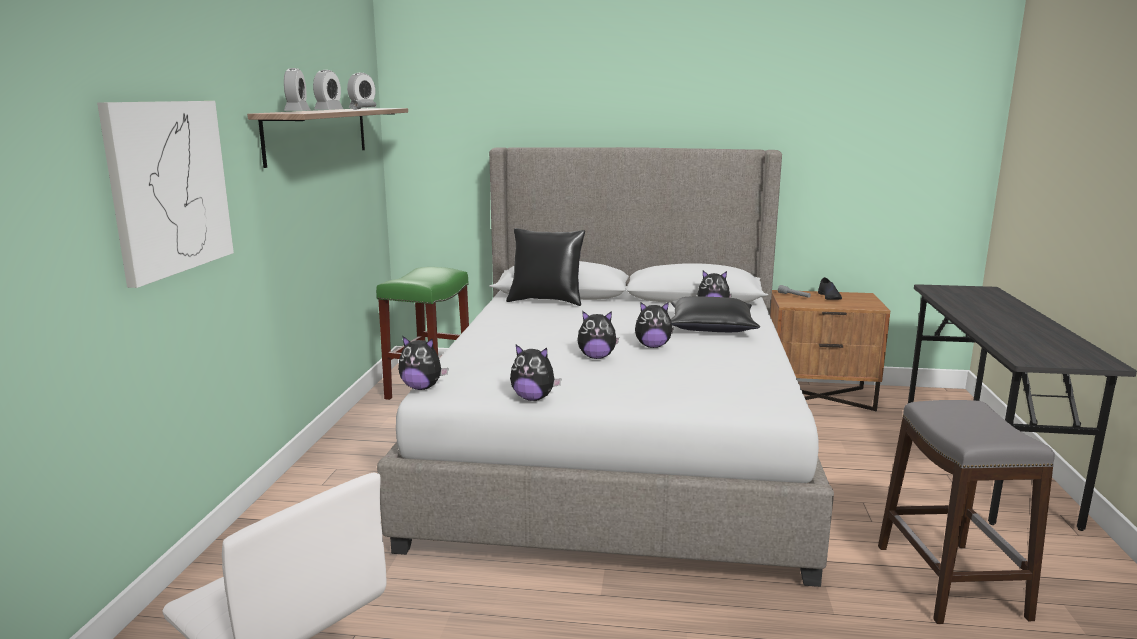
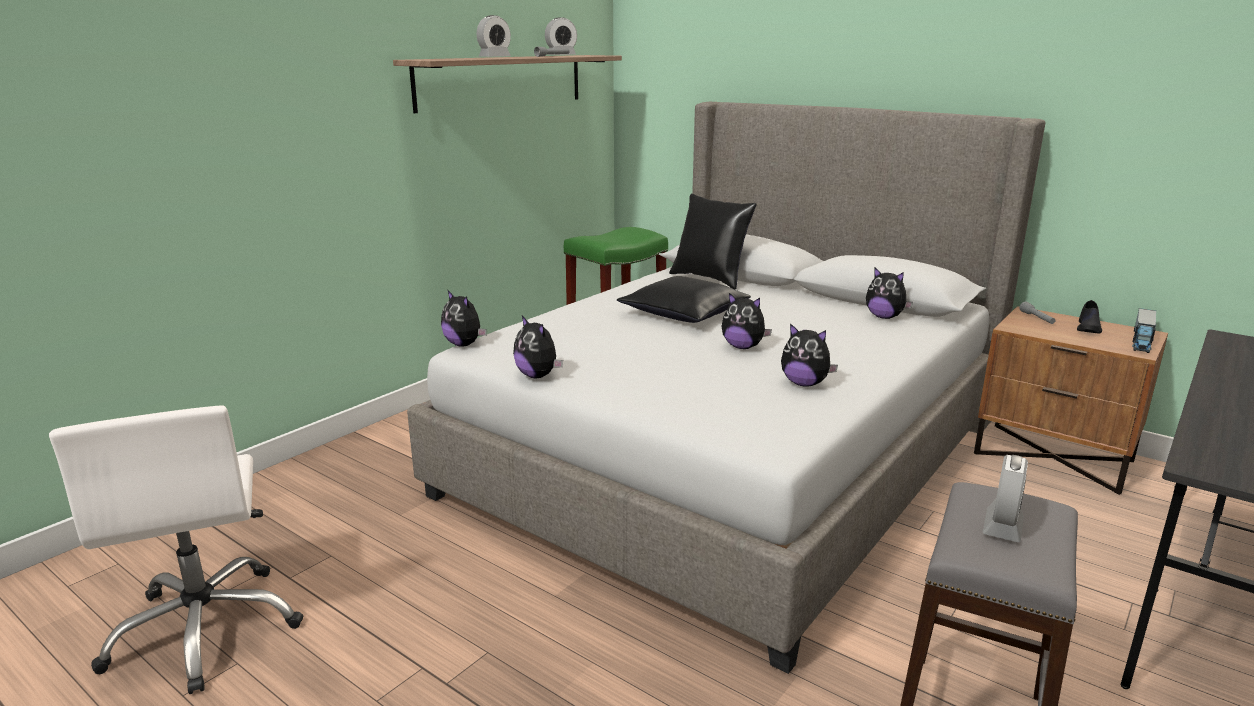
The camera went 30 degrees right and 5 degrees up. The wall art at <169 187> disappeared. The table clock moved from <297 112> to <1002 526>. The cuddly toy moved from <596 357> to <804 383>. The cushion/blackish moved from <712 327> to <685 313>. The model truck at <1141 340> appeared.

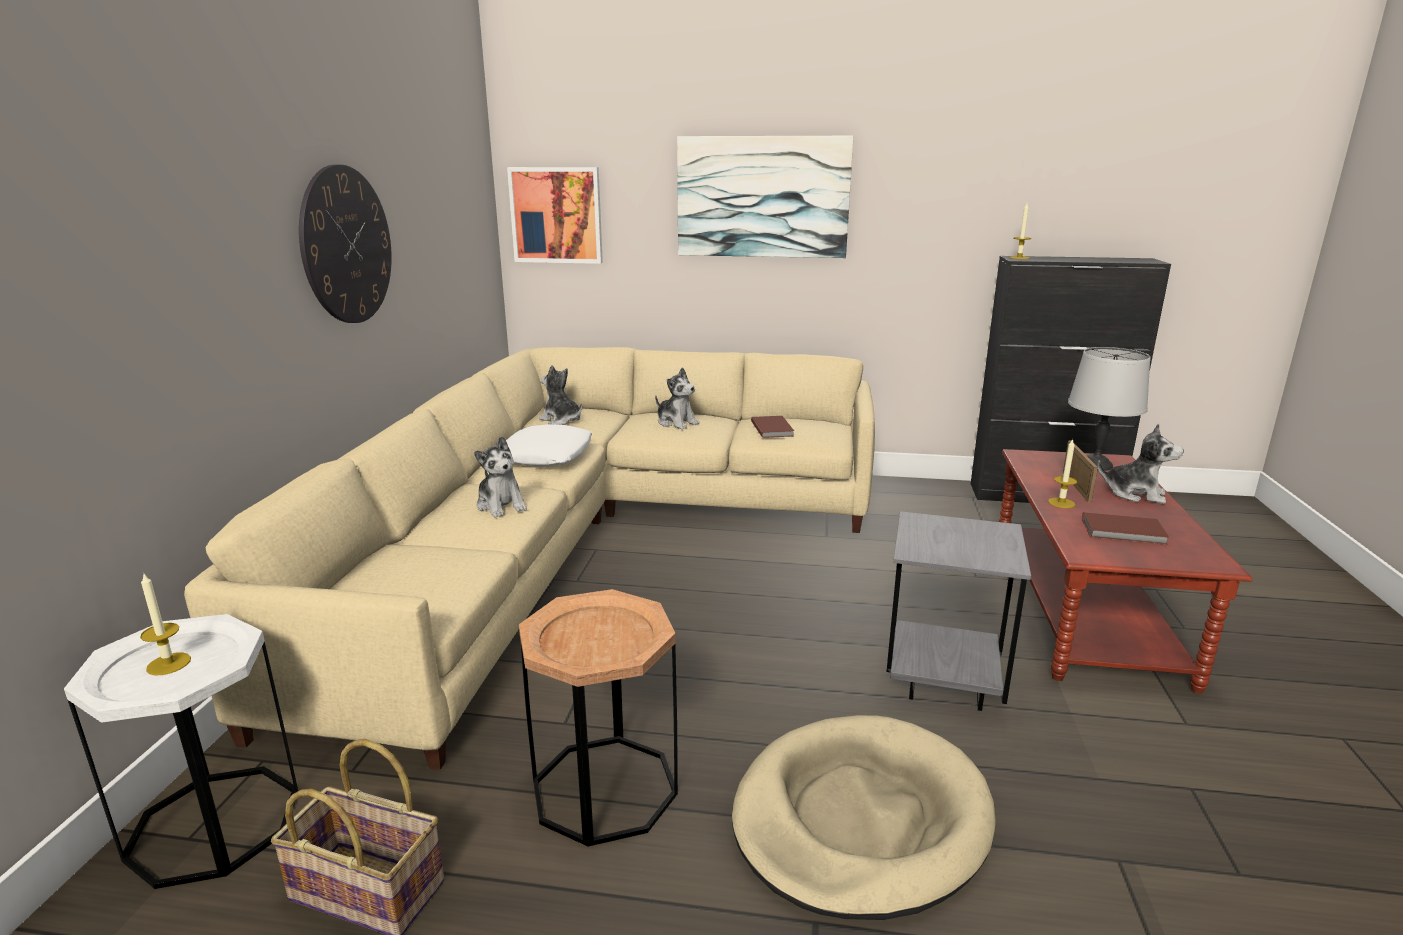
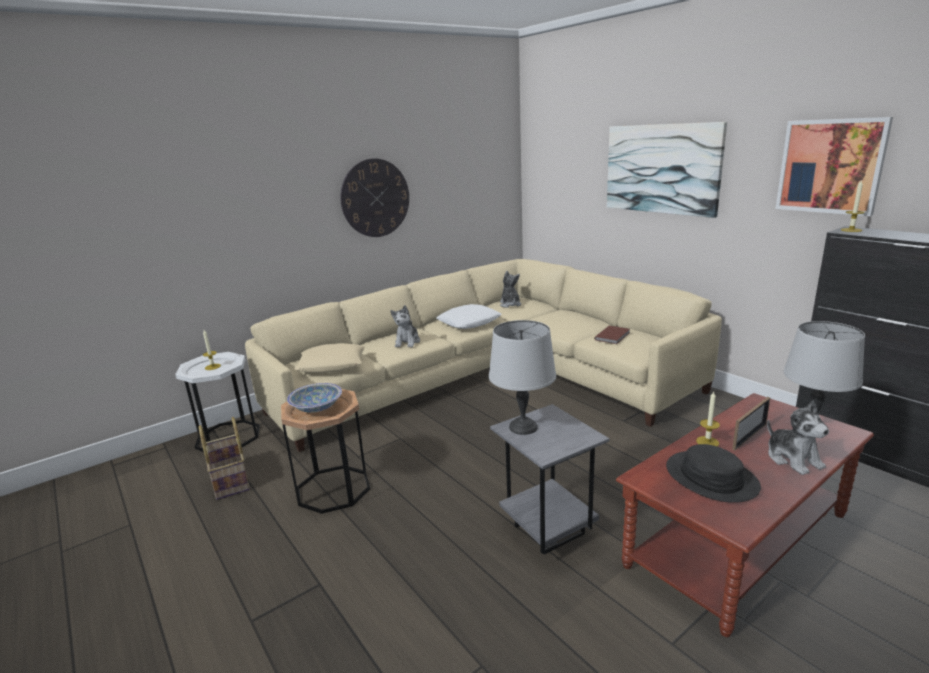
The camera went 45 degrees right and 0 degrees up. The wall art moved from <556 215> to <830 166>. The cuddly toy at <676 422> disappeared. The pet bed/beige-coloured at <860 819> disappeared. The volume/brownish at <1124 532> was replaced by the clothing hat/blackish at <711 478>. The deep dish at <317 407> appeared. The cushion/beige-coloured at <332 364> appeared. The tabletop lamp/gray at <523 427> appeared.

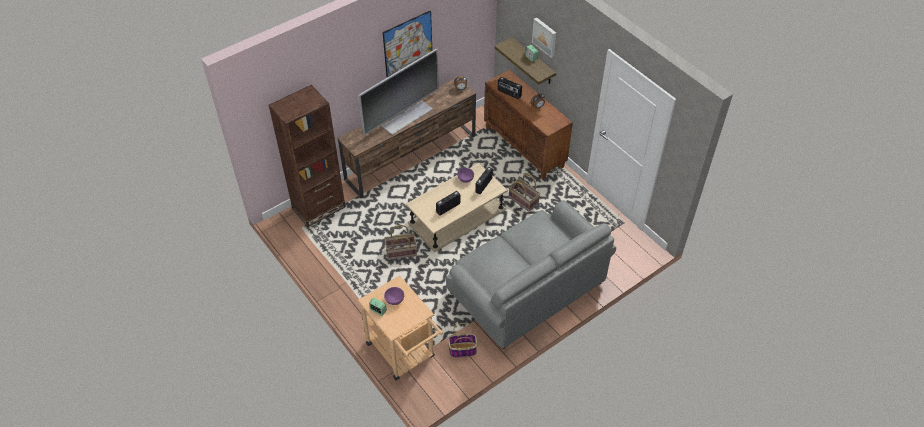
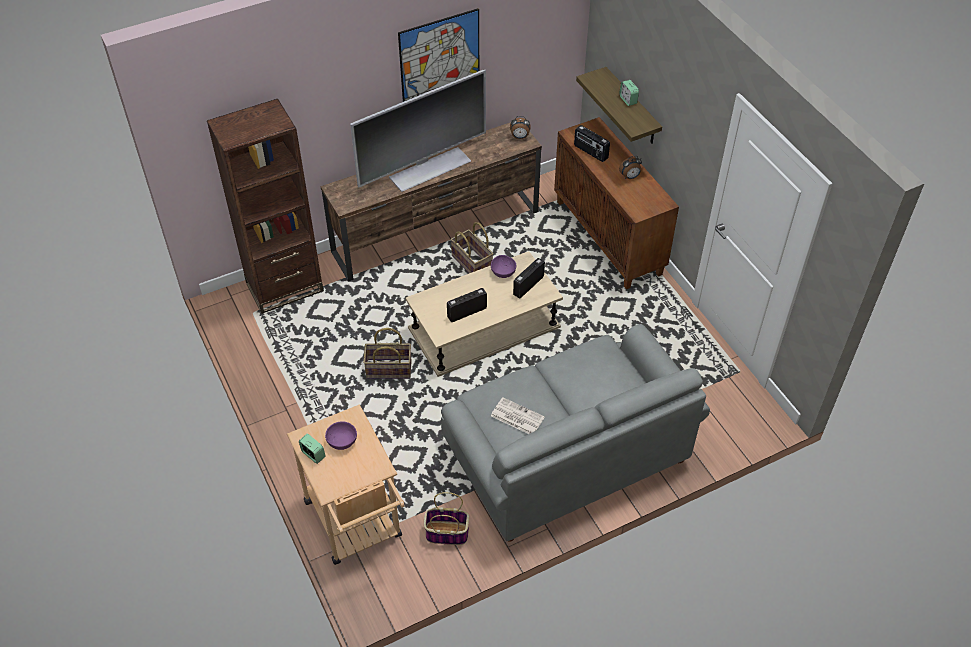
The camera went 10 degrees right and 0 degrees up. The storage basket moved from <524 200> to <472 262>. The wall art at <545 36> disappeared. The printed paper at <516 417> appeared.

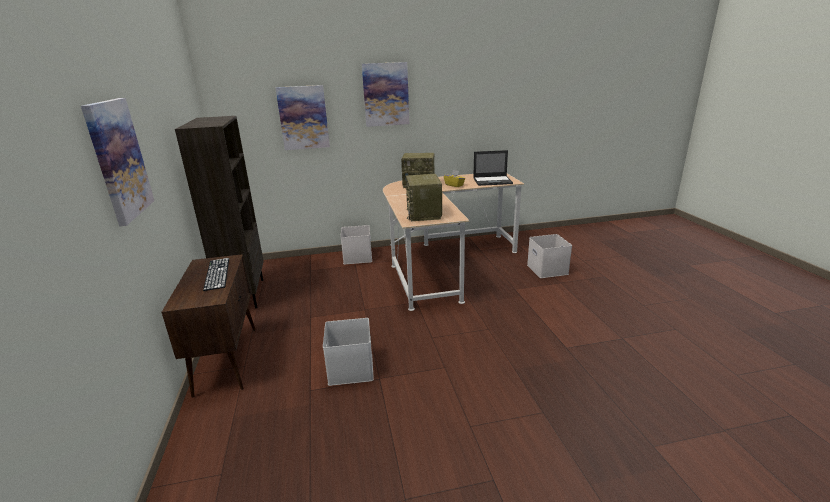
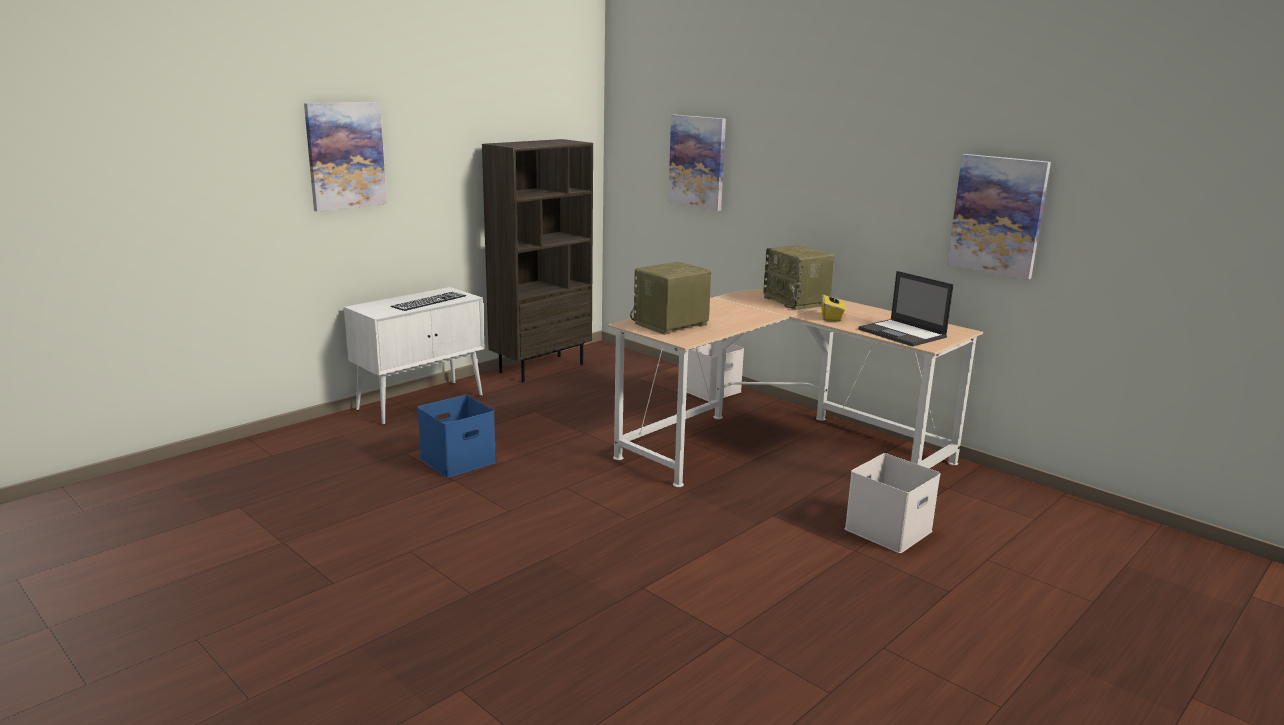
The camera went 55 degrees right and 5 degrees down. The storage cabinet/brownish at <227 359> became the storage cabinet/white-coloured at <421 402>. The storage container/white-coloured at <349 368> became the storage container/blue at <458 460>. The wall art moved from <386 94> to <997 215>.

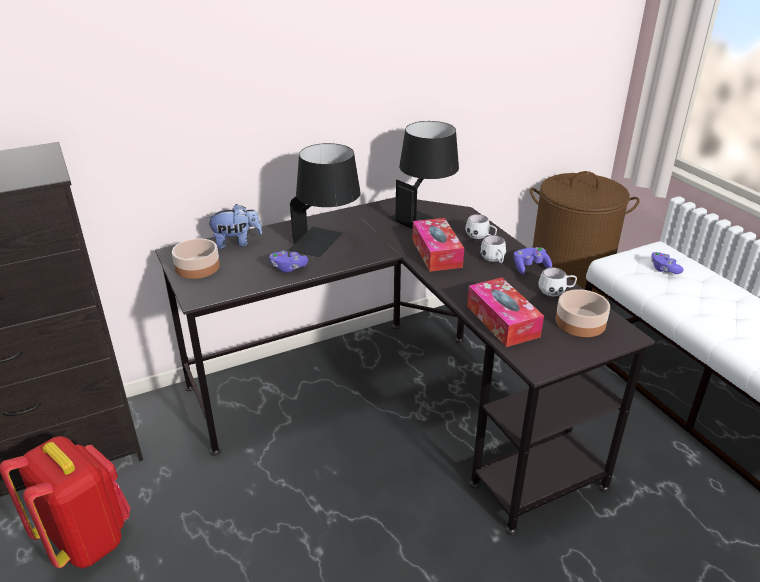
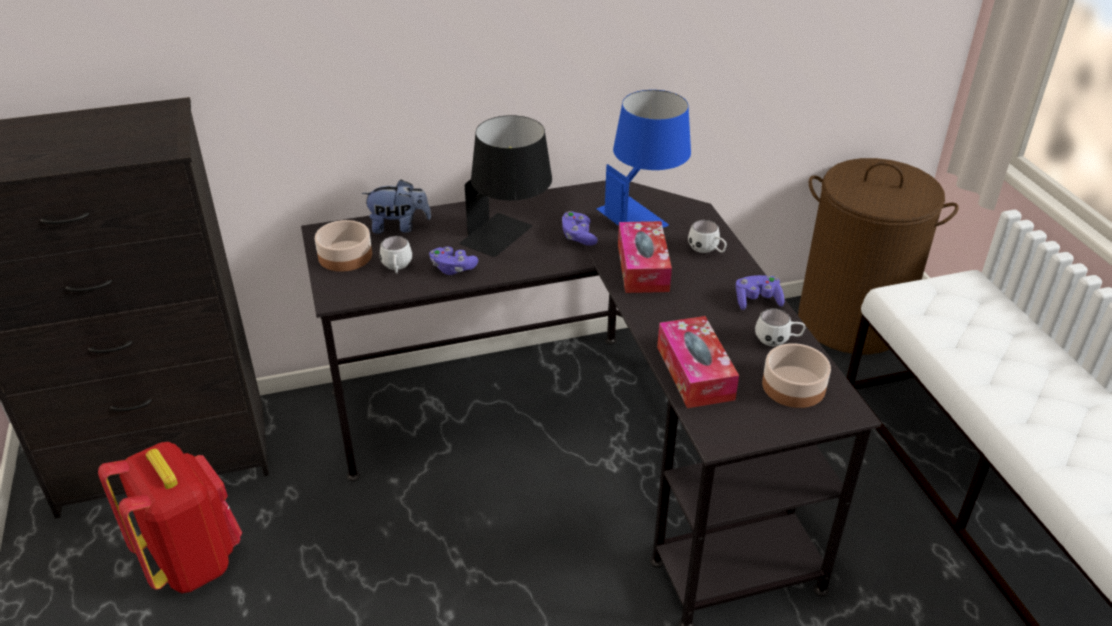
The camera went 10 degrees right and 5 degrees up. The tabletop lamp/blackish at <424 216> became the tabletop lamp/blue at <643 212>. The coffee mug/white-coloured moved from <494 261> to <397 268>. The joypad/purple-coloured moved from <663 269> to <578 237>.

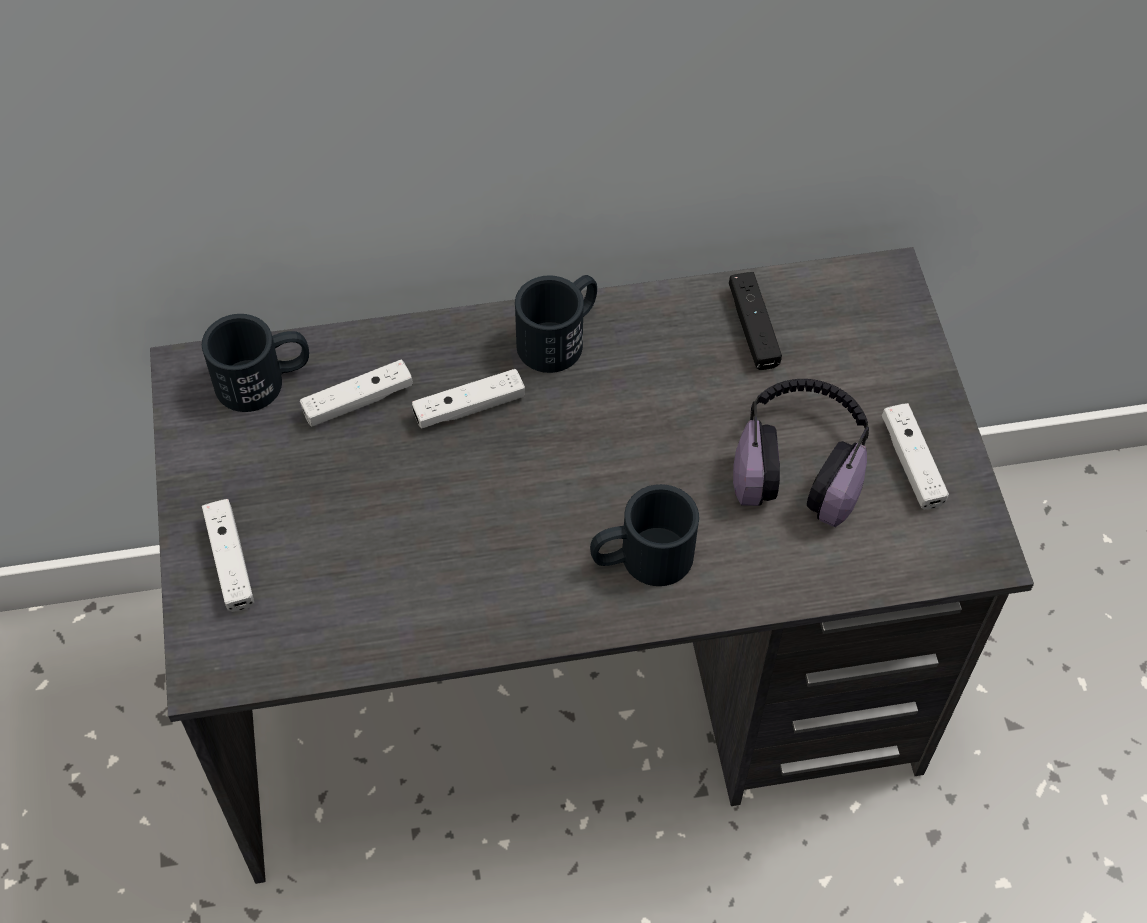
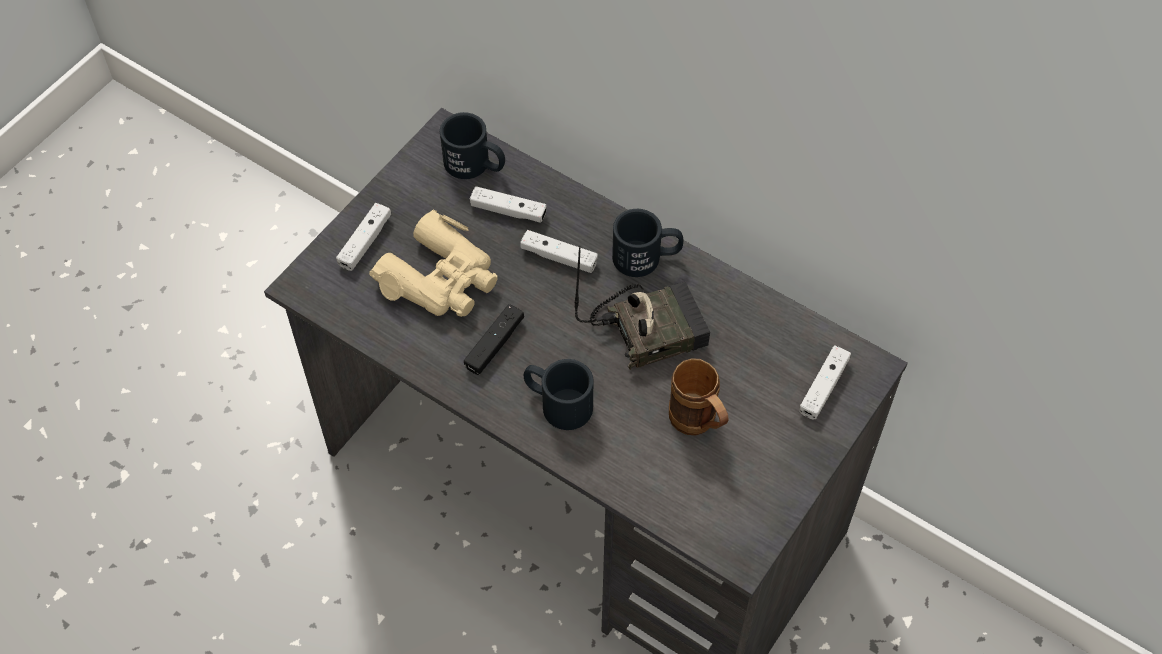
The camera went 45 degrees right and 0 degrees up. The joypad/blackish moved from <753 328> to <494 344>. The headphones at <800 463> was replaced by the coffee mug/brownish at <698 425>. The joypad/white-coloured moved from <912 463> to <823 387>. The binoculars/beige-coloured at <441 279> appeared. The radio set at <650 328> appeared.

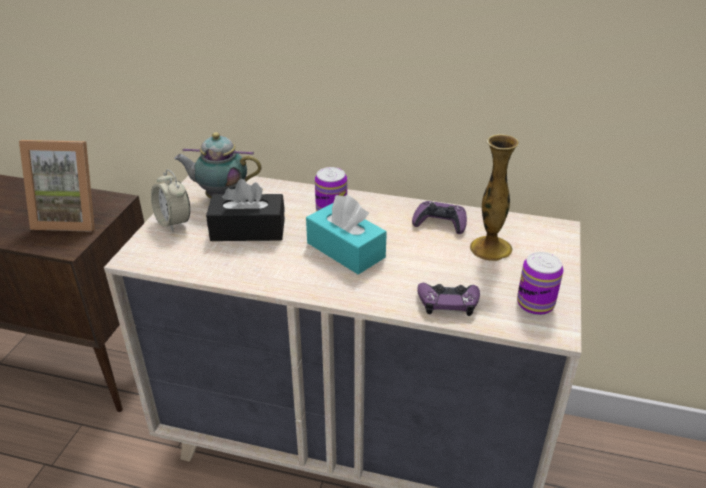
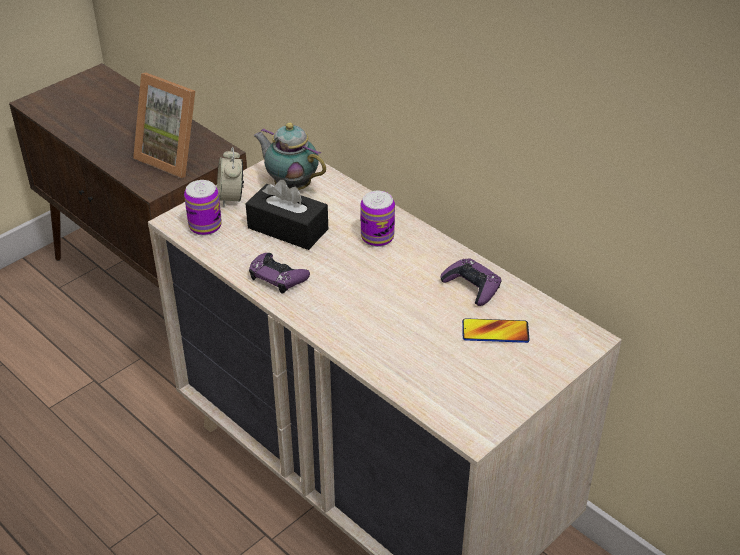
The camera went 30 degrees right and 5 degrees up. The tissue holder/blue-green at <345 250> disappeared. The joypad/purple-coloured moved from <448 302> to <278 277>. The vase at <490 248> was replaced by the telephone at <495 332>. The can moved from <535 304> to <205 226>.

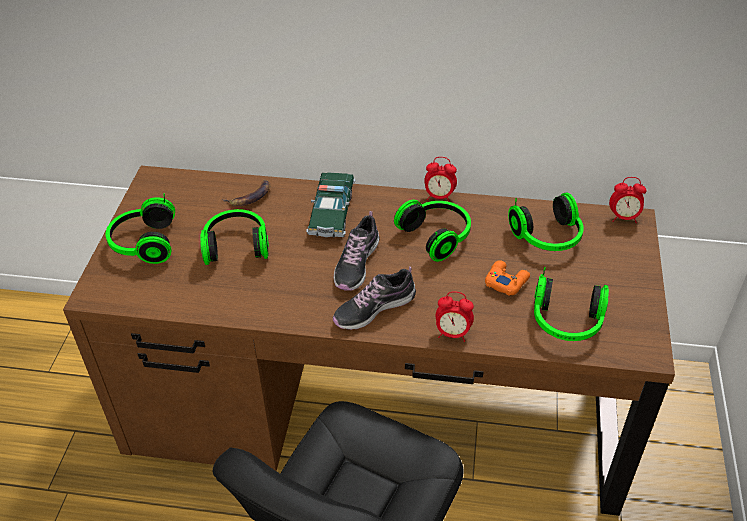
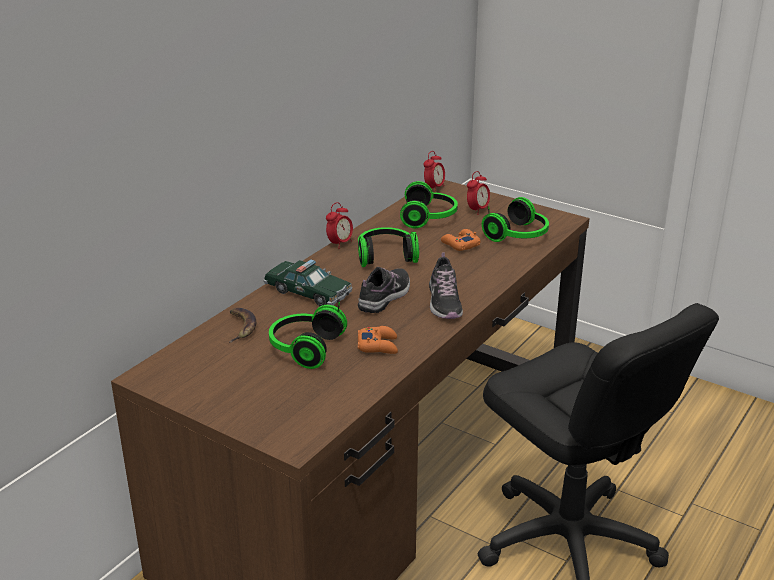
The camera went 65 degrees left and 15 degrees down. The headphones at <143 243> disappeared. The shoe at <356 264> turned 105 degrees counterclockwise. The table clock moved from <452 333> to <477 210>. The joypad/orange-coloured at <378 345> appeared.

